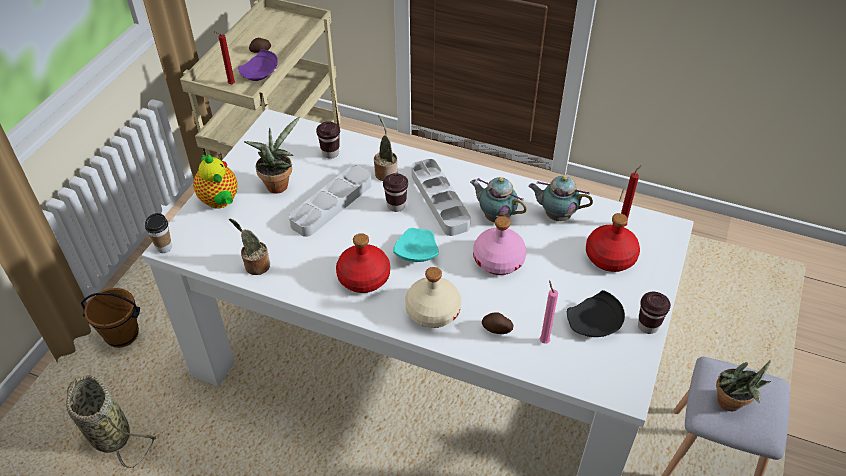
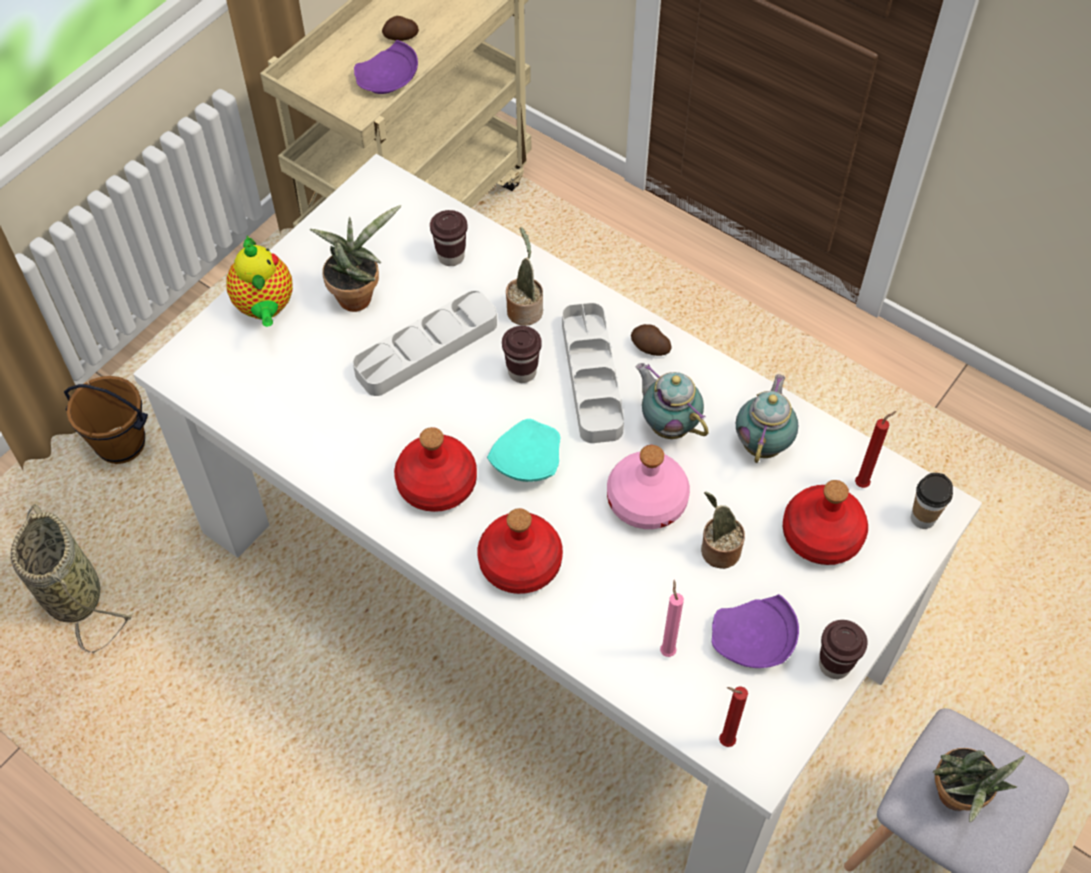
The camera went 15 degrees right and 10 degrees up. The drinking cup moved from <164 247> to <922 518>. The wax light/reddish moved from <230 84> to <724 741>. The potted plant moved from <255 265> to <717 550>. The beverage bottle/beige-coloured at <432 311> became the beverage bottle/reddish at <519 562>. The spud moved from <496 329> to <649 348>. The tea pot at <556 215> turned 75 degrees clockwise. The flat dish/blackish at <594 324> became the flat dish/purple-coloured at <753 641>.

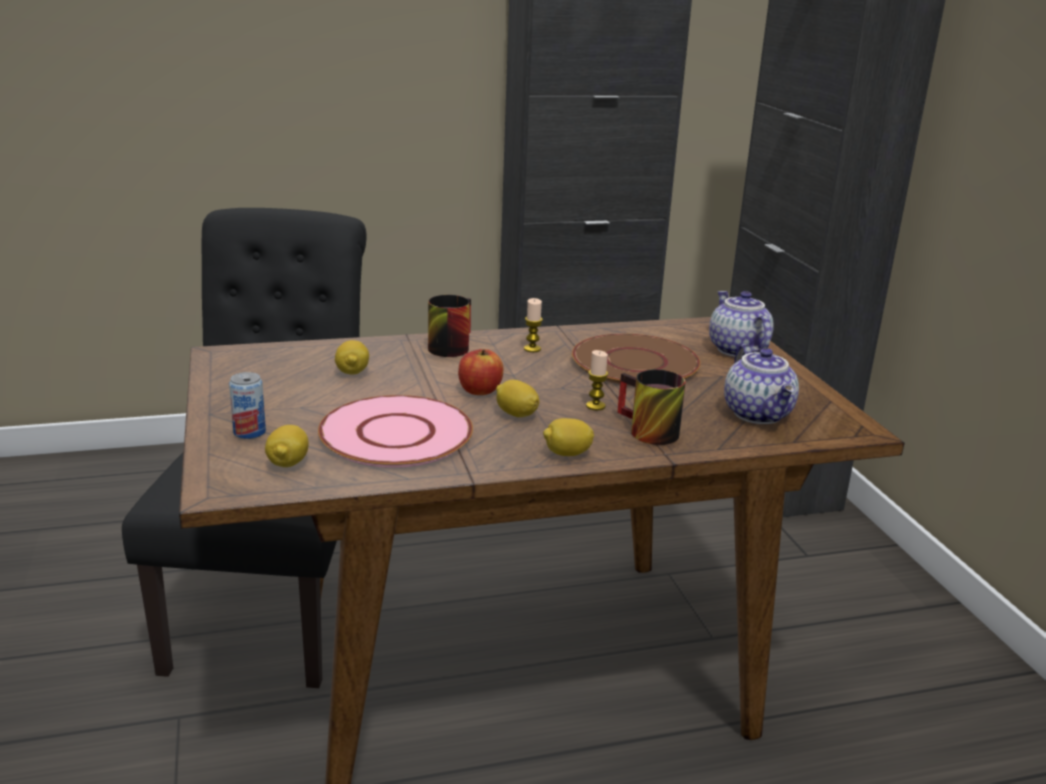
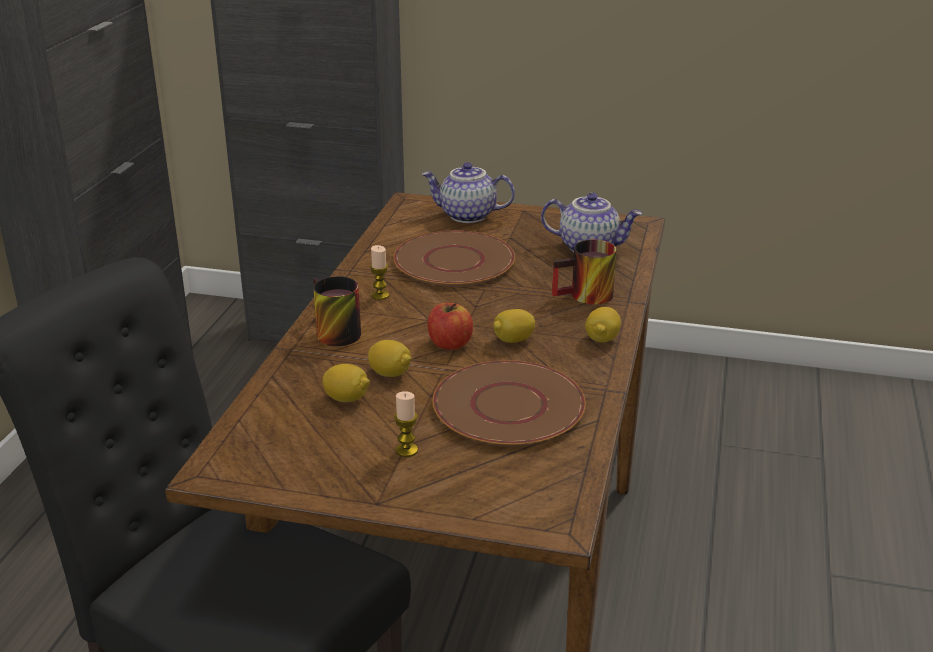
The camera went 60 degrees left and 5 degrees up. The can at <249 432> disappeared. The whole lemon moved from <288 463> to <390 373>. The flat dish/pink at <395 433> became the flat dish/brownish at <507 406>. The wax light moved from <595 406> to <406 450>.

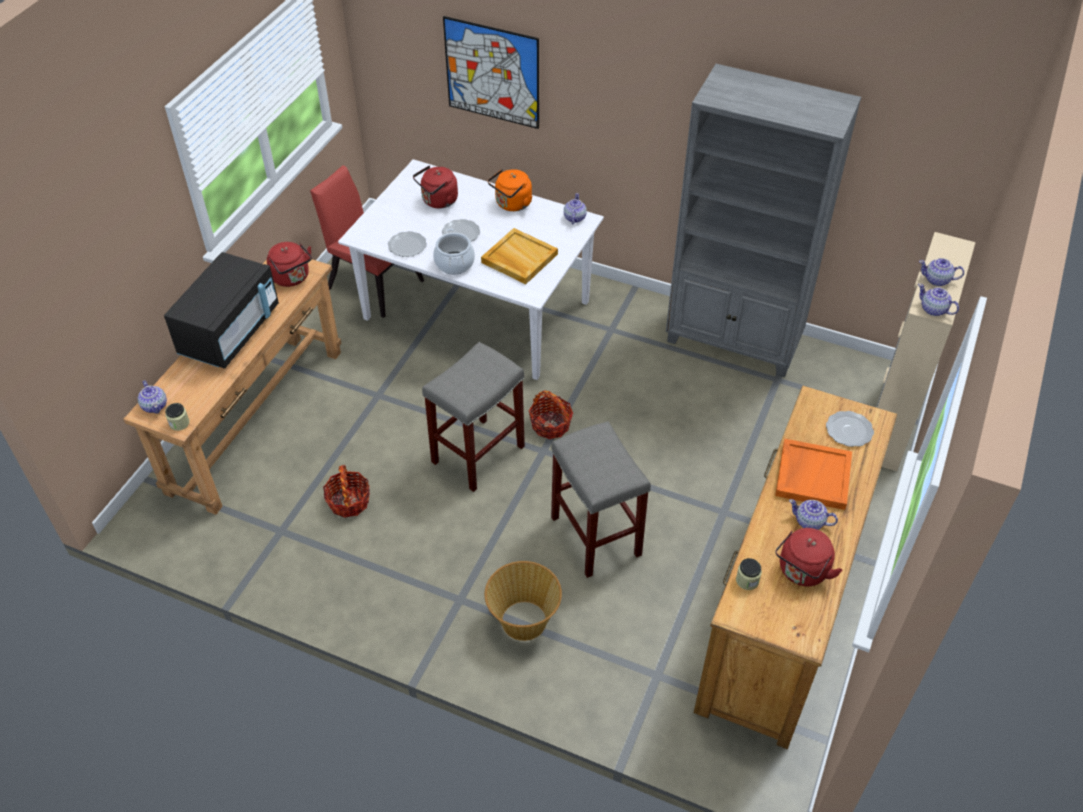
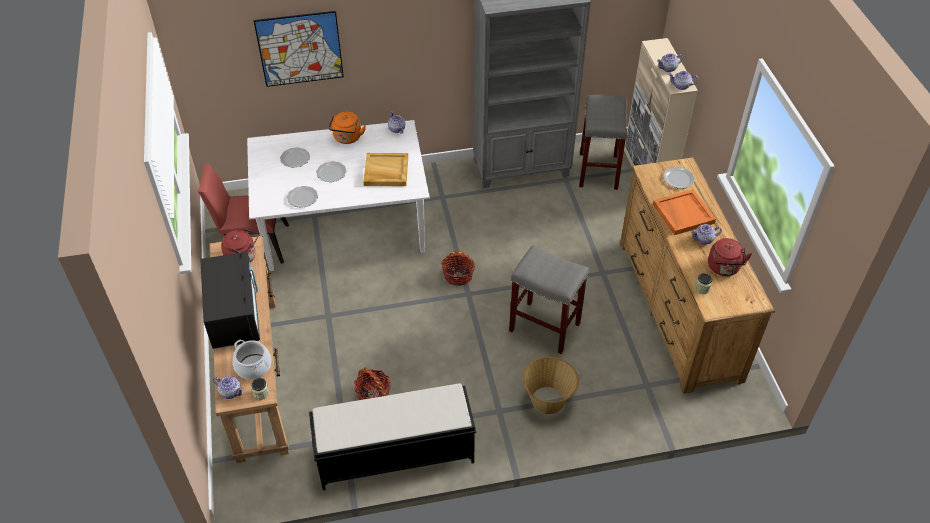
The camera went 35 degrees left and 0 degrees up. The kettle/reddish at <438 201> was replaced by the flat dish at <294 159>. The sitting stool/gray moved from <478 453> to <598 170>. The cooking pot moved from <454 263> to <253 367>. The long seat/blackish at <394 454> appeared.

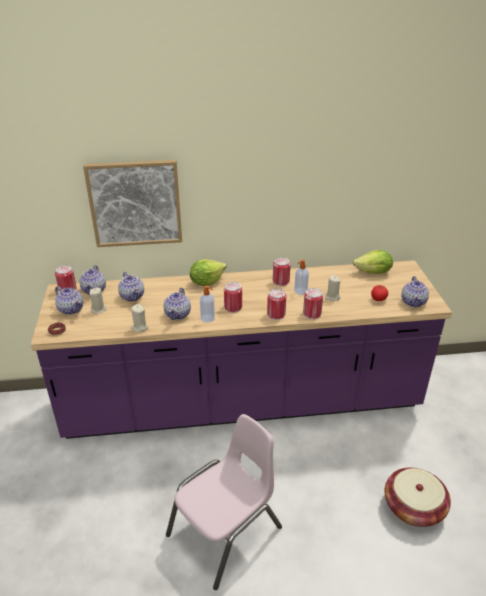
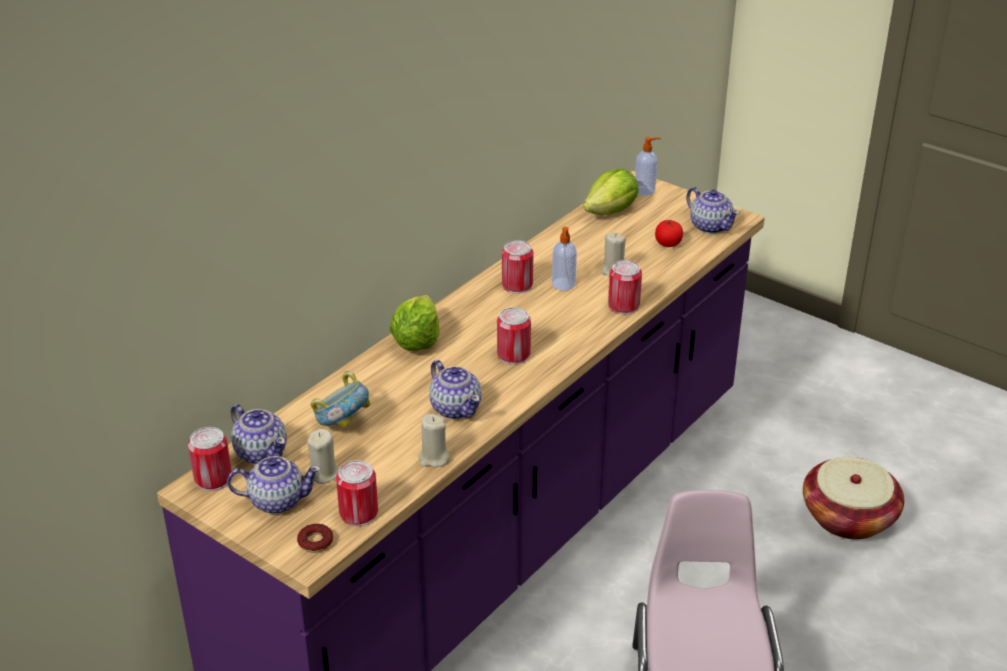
The camera went 45 degrees left and 0 degrees up. The wall art at <135 203> disappeared. The tea pot at <133 296> was replaced by the deep dish at <343 425>. The soap bottle moved from <208 318> to <645 190>. The can moved from <276 314> to <358 513>.

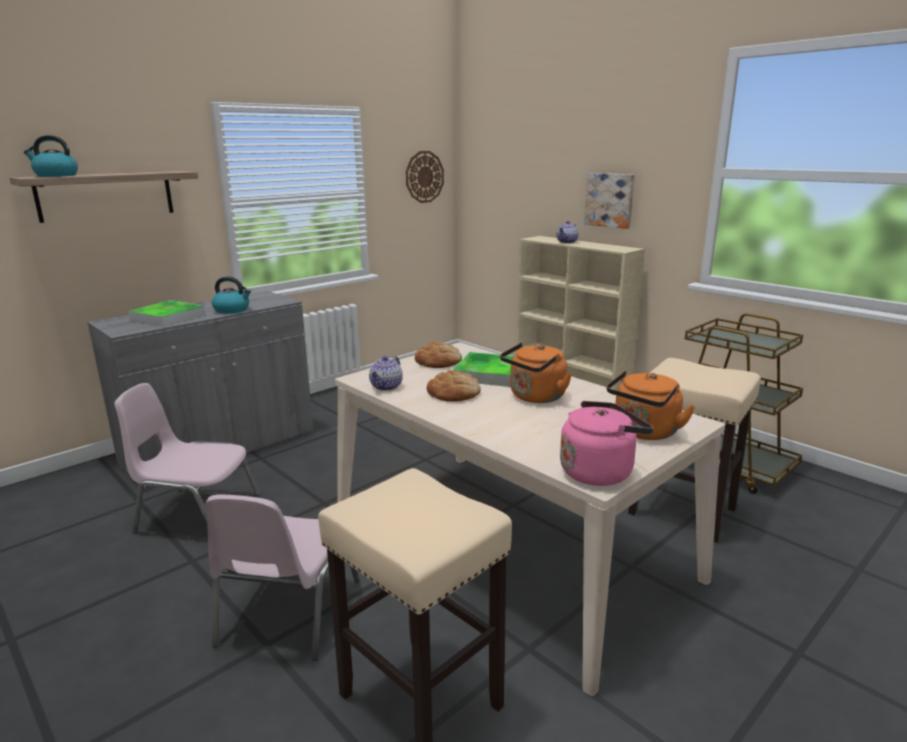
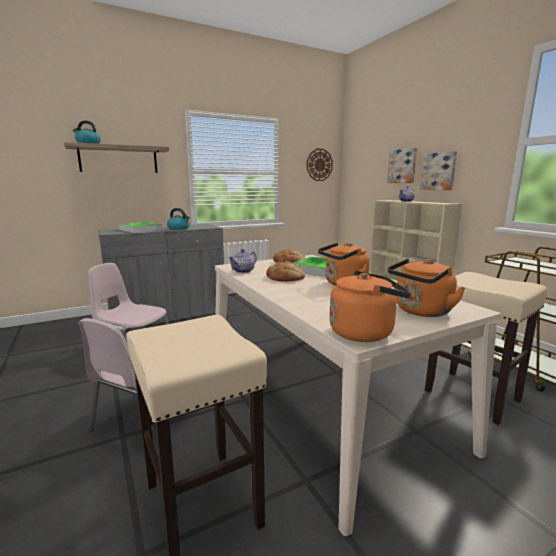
The camera went 15 degrees right and 5 degrees down. The kettle/pink at <599 471> became the kettle/orange-coloured at <365 332>. The wall art at <402 166> appeared.

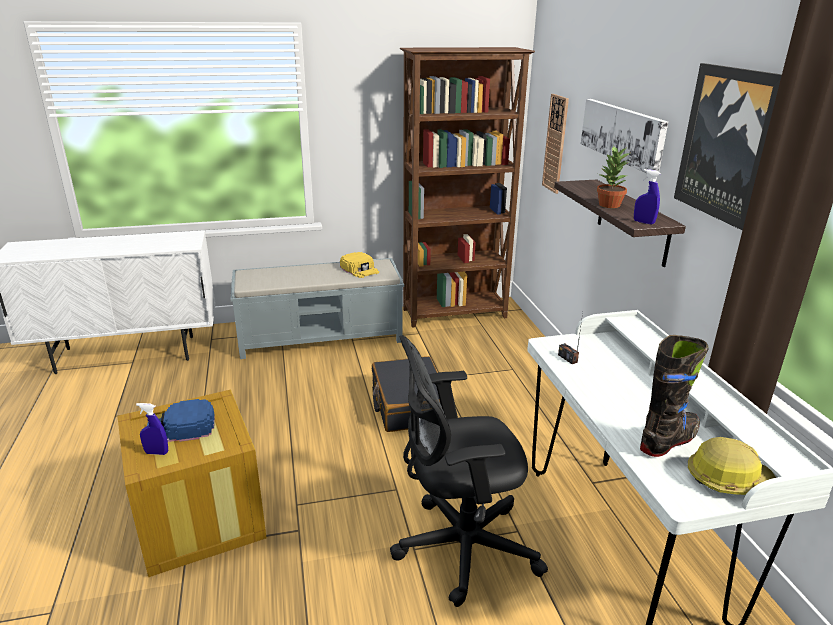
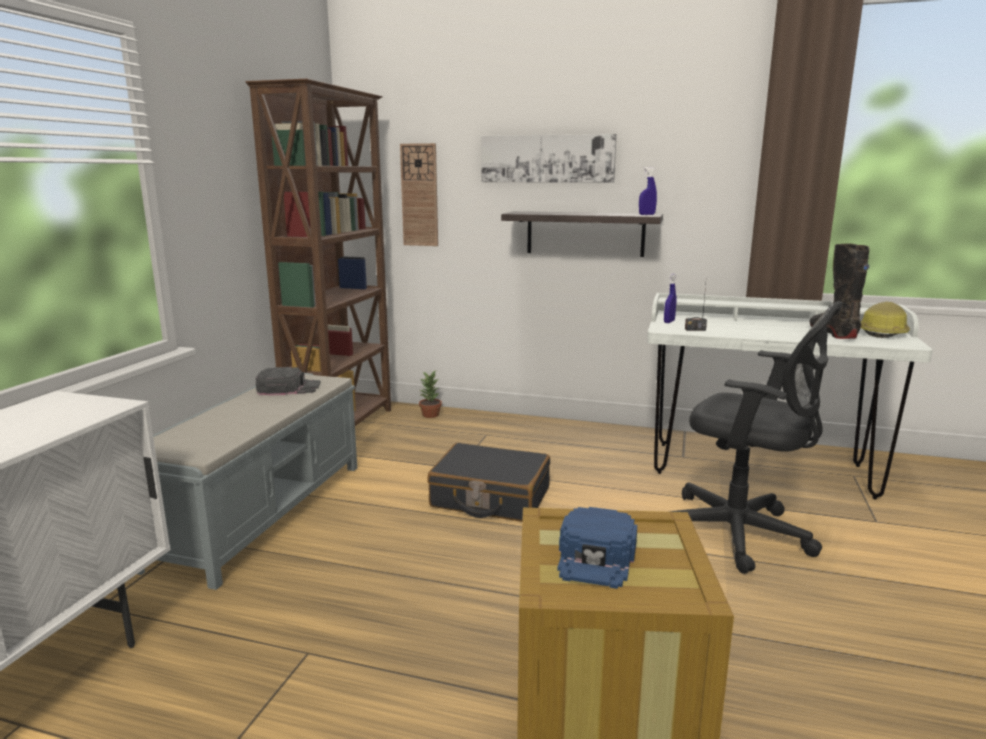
The camera went 60 degrees left and 10 degrees down. The sprayer/blue moved from <156 452> to <669 322>. The peaked cap/yellow-coloured at <360 269> became the peaked cap/blackish at <288 388>. The computer chair/blackish at <459 548> turned 75 degrees counterclockwise. The potted plant moved from <609 205> to <431 415>. The wall art at <727 144> disappeared.

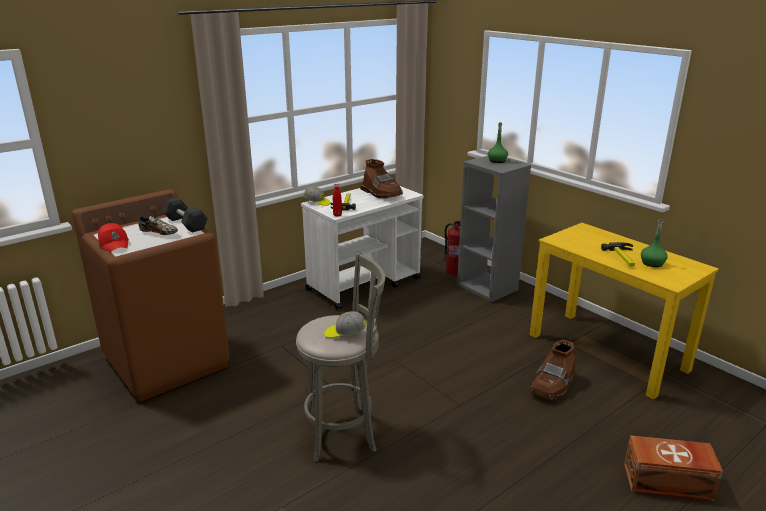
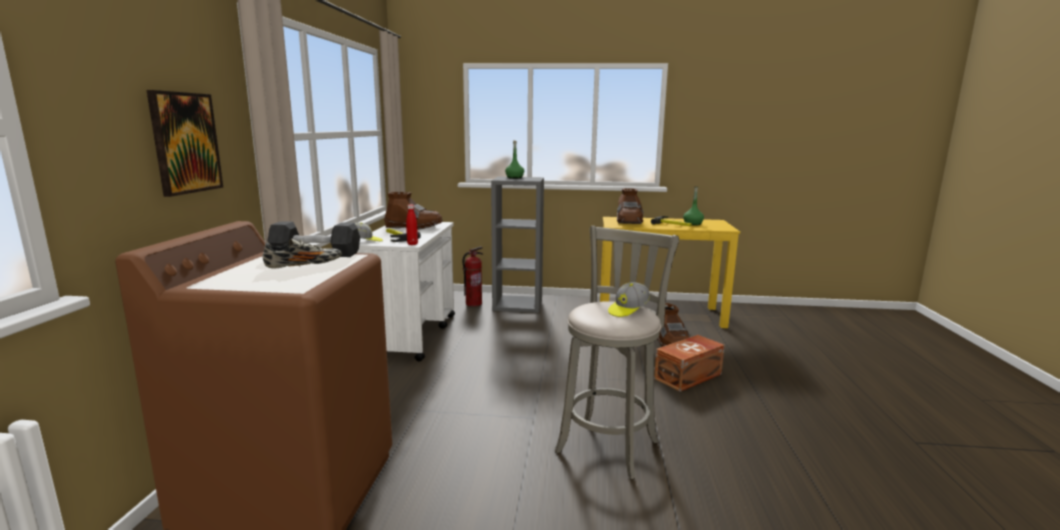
The camera went 45 degrees left and 10 degrees down. The peaked cap/reddish at <114 243> disappeared. The storage container/brownish moved from <669 483> to <689 376>. The wall art at <185 143> appeared. The boot/brownish at <629 222> appeared.

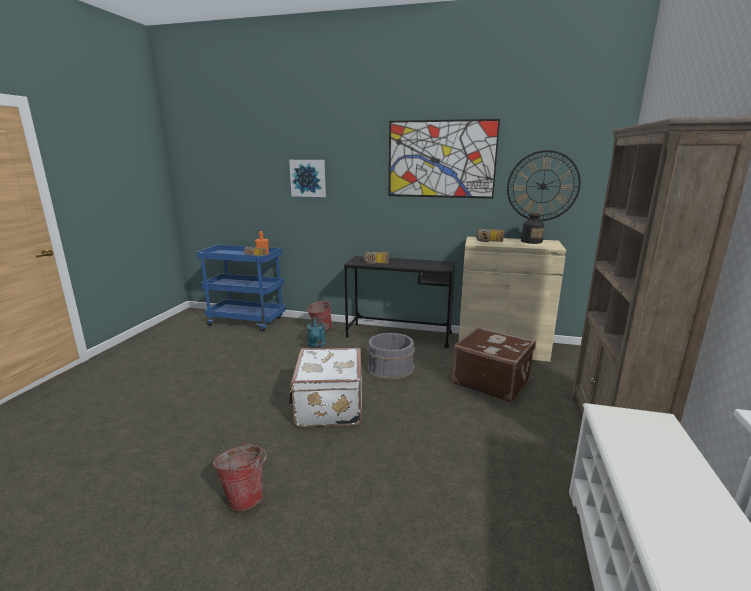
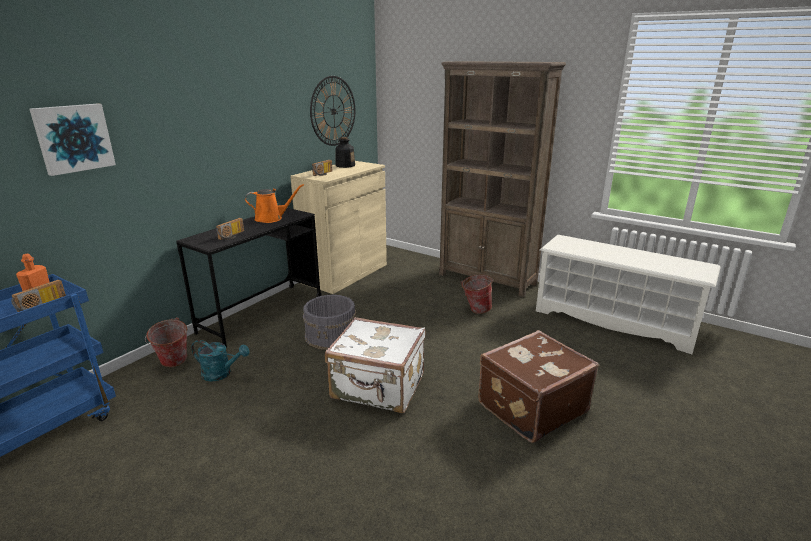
The camera went 70 degrees left and 5 degrees up. The water bucket moved from <245 497> to <475 310>. The wall art at <441 159> disappeared. The piece of luggage/brownish moved from <491 381> to <530 407>. The sprinkling can/orange-coloured at <271 218> appeared.

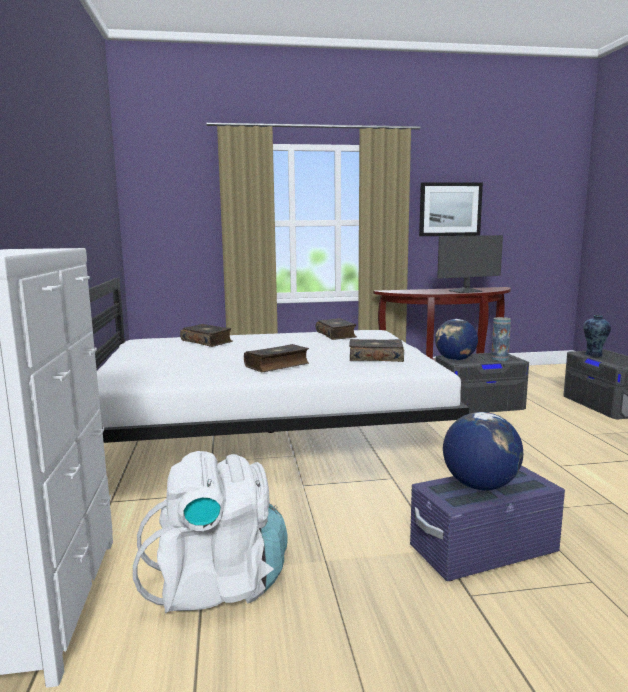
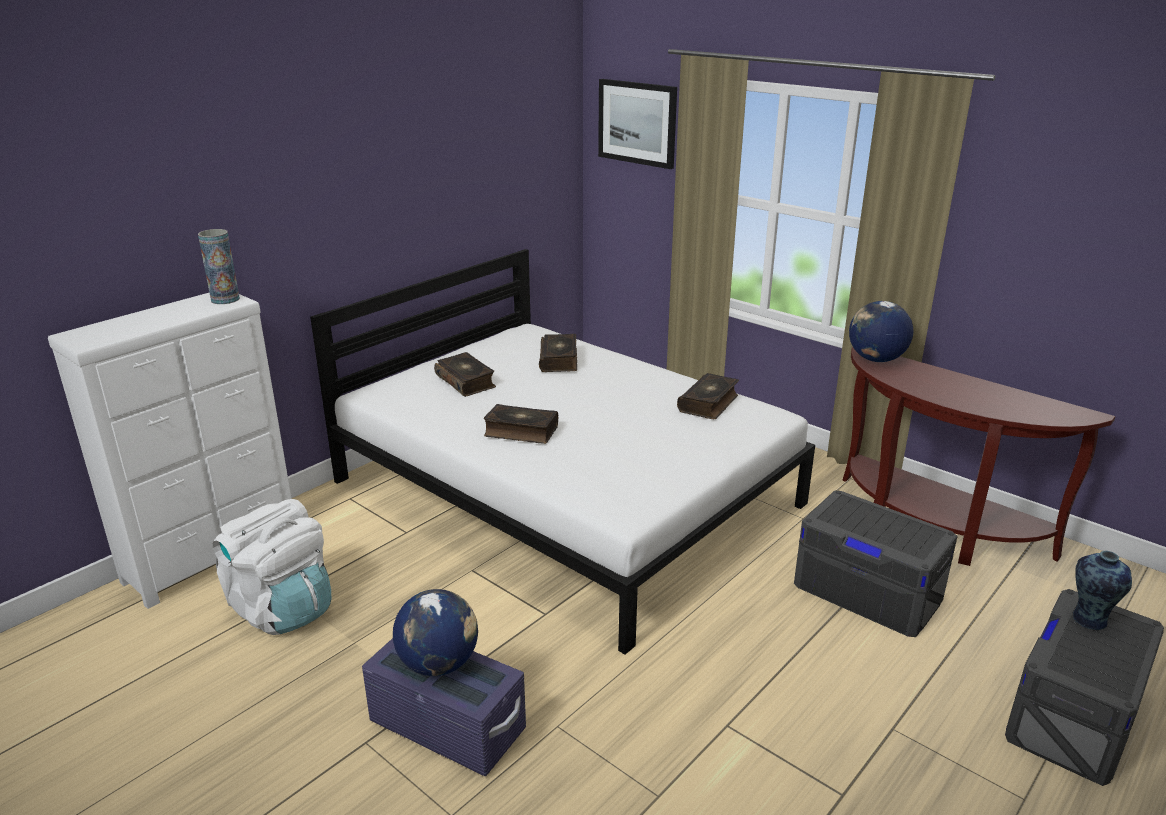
The camera went 50 degrees right and 15 degrees up. The volume moved from <375 358> to <466 381>. The wall art moved from <450 209> to <637 123>. The world globe moved from <455 359> to <875 359>. The monitor at <466 291> disappeared. The vase moved from <499 359> to <225 299>.

